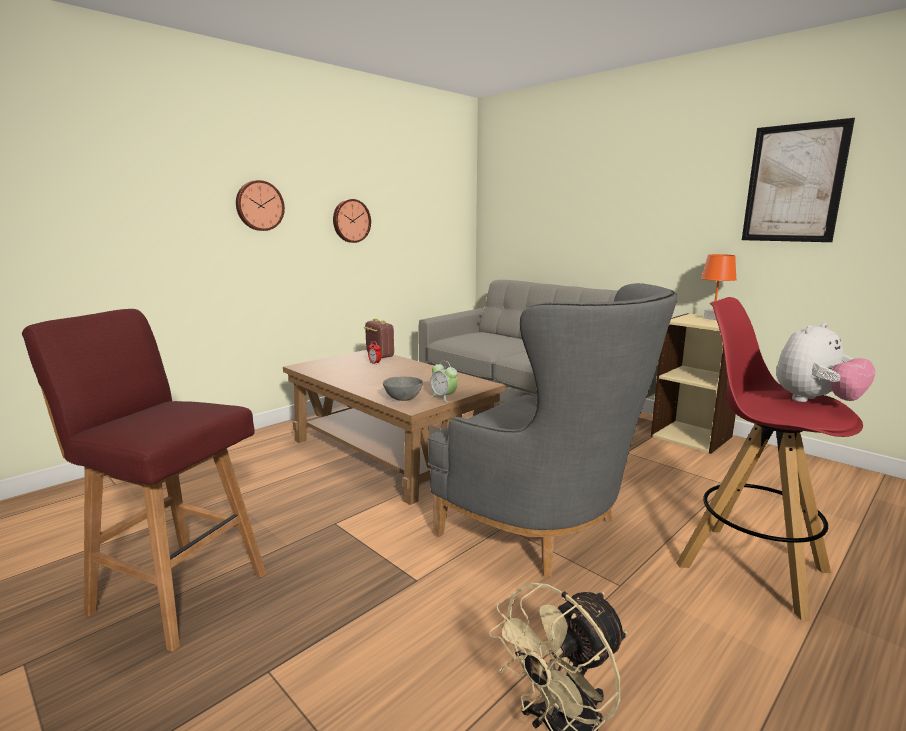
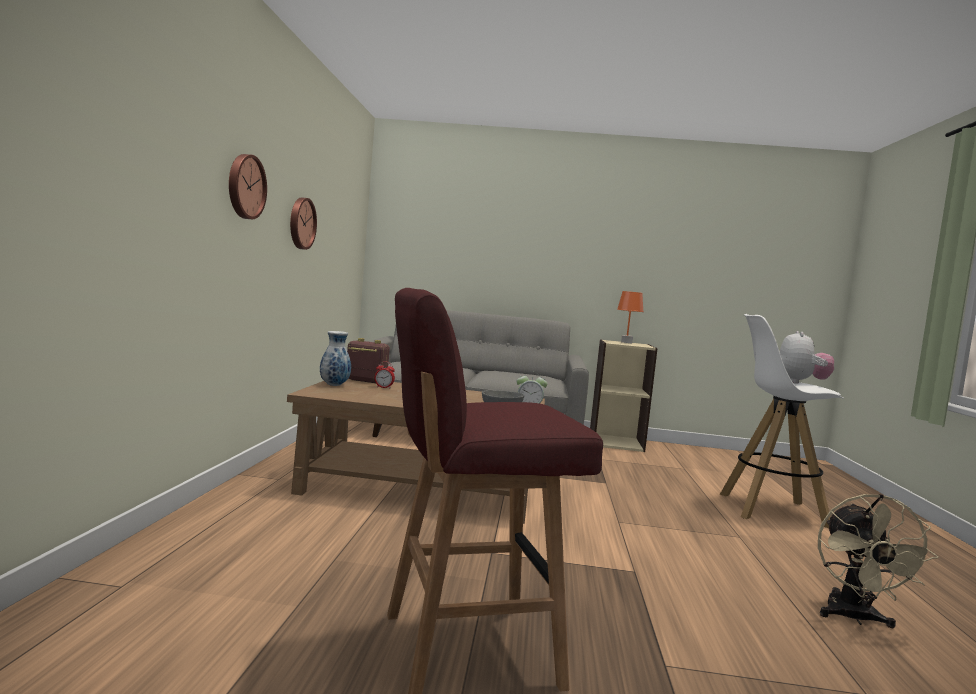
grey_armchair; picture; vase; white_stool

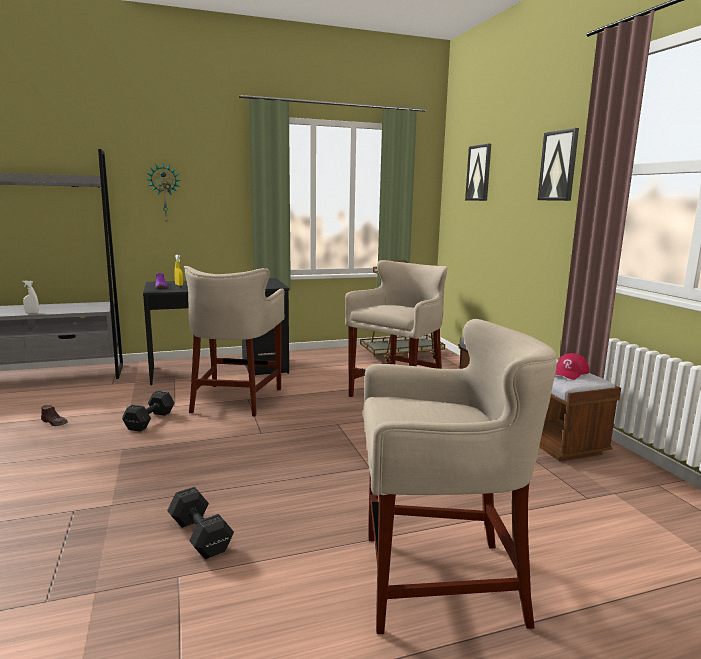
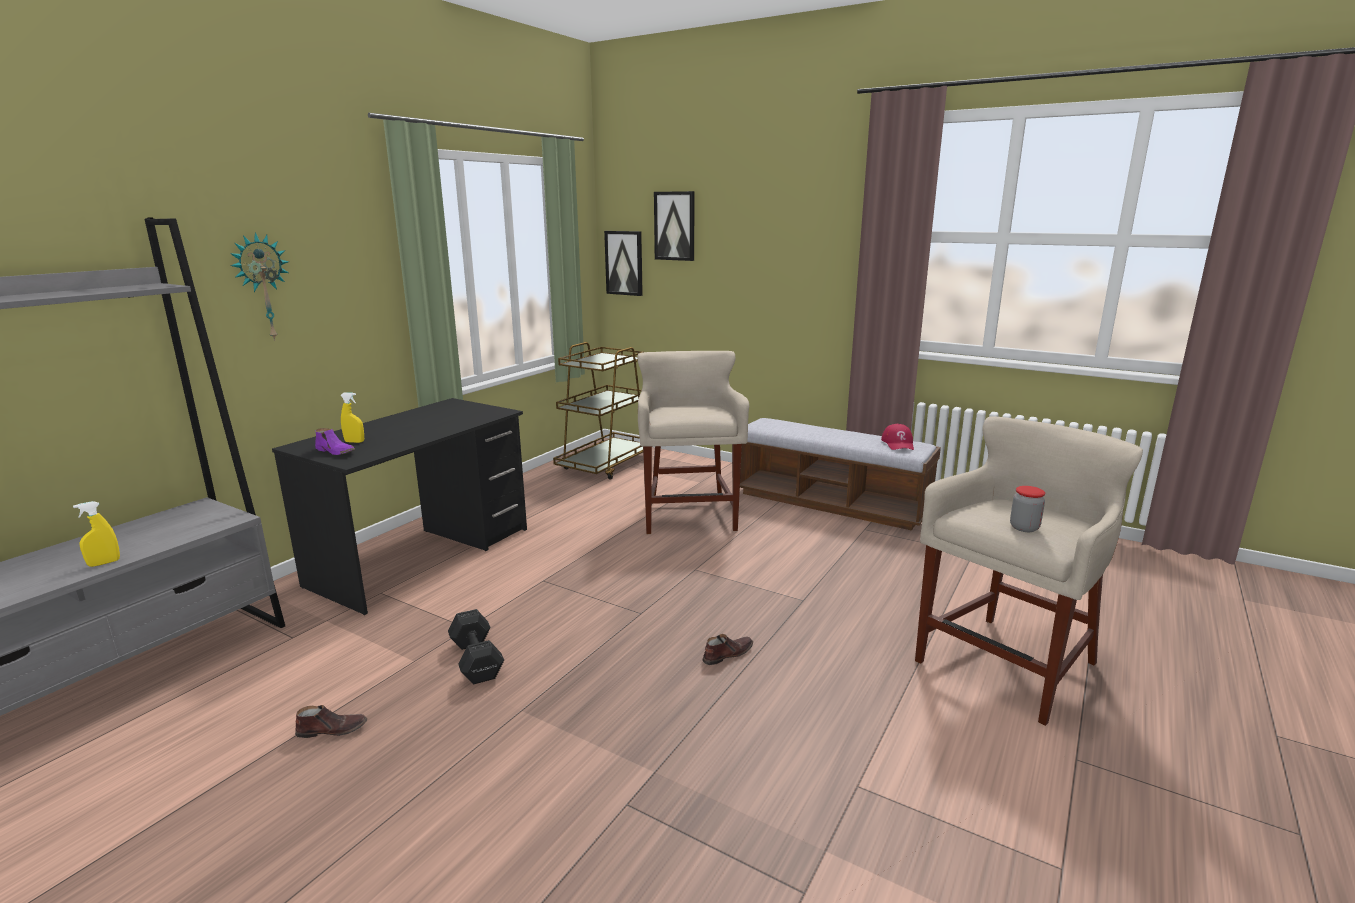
black_dumbbell (no. 2 from left in the first image); beige_stool (no. 1 from left in the first image); brown_shoe (no. 2 from left); jar; picture (no. 1 from left); yellow_spray_bottle (no. 1 from left)

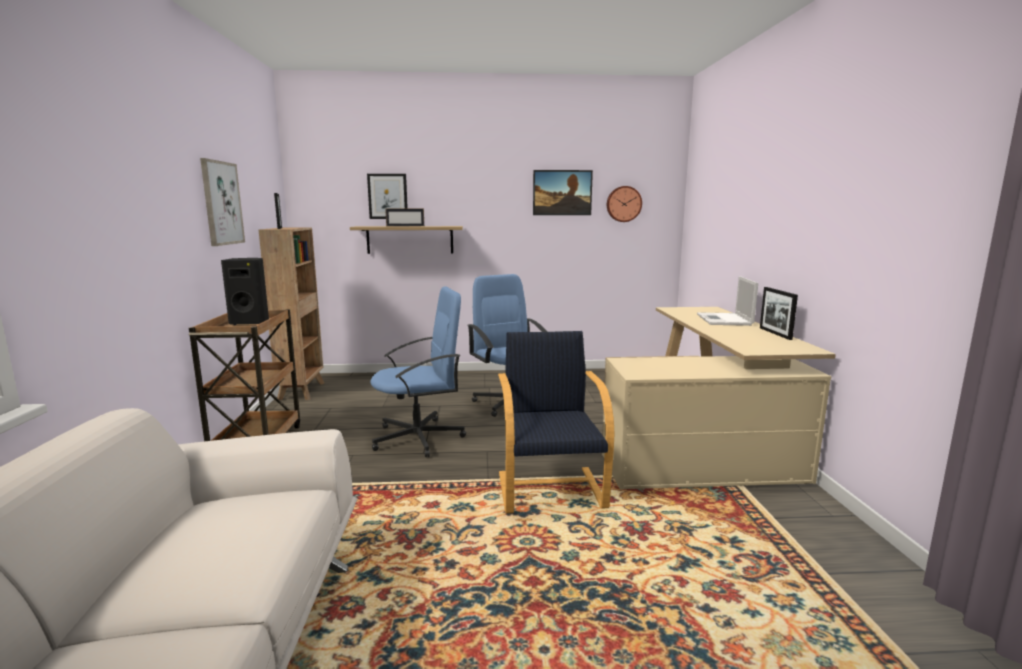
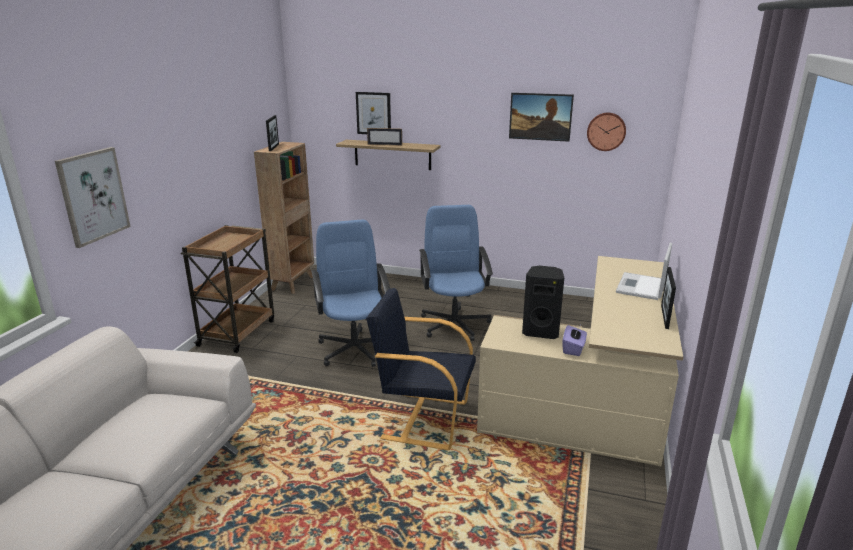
purple_tissue_box; picture (no. 1 from left); black_speaker; blue_office_chair (no. 1 from left); black_armchair

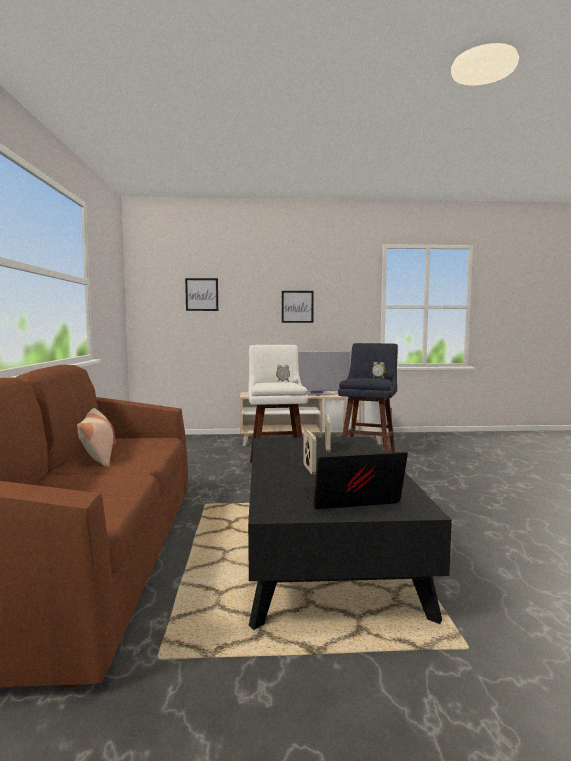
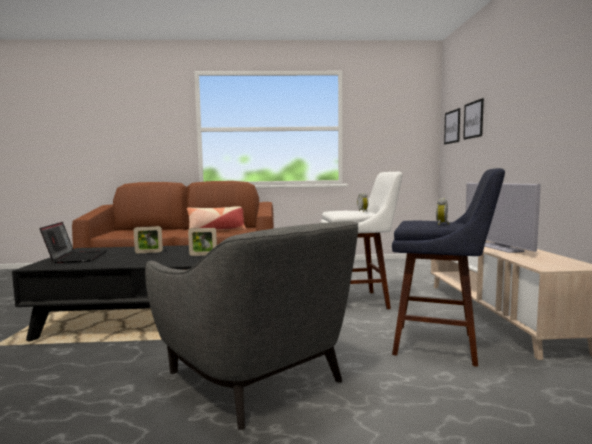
grey_armchair; picture (no. 1 from left)

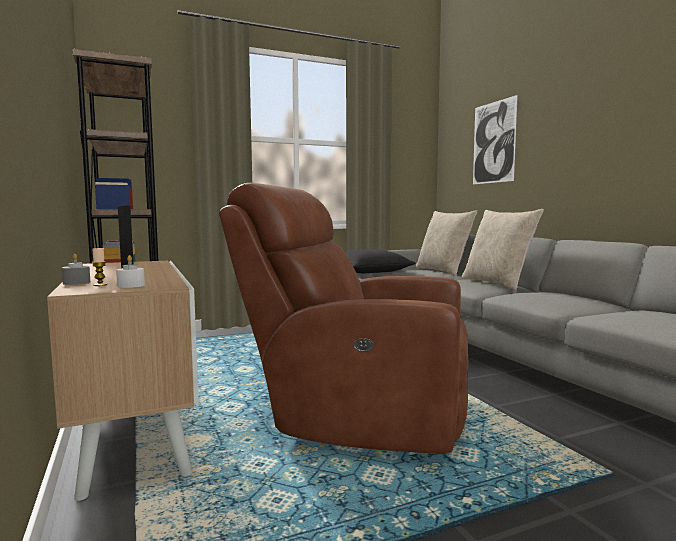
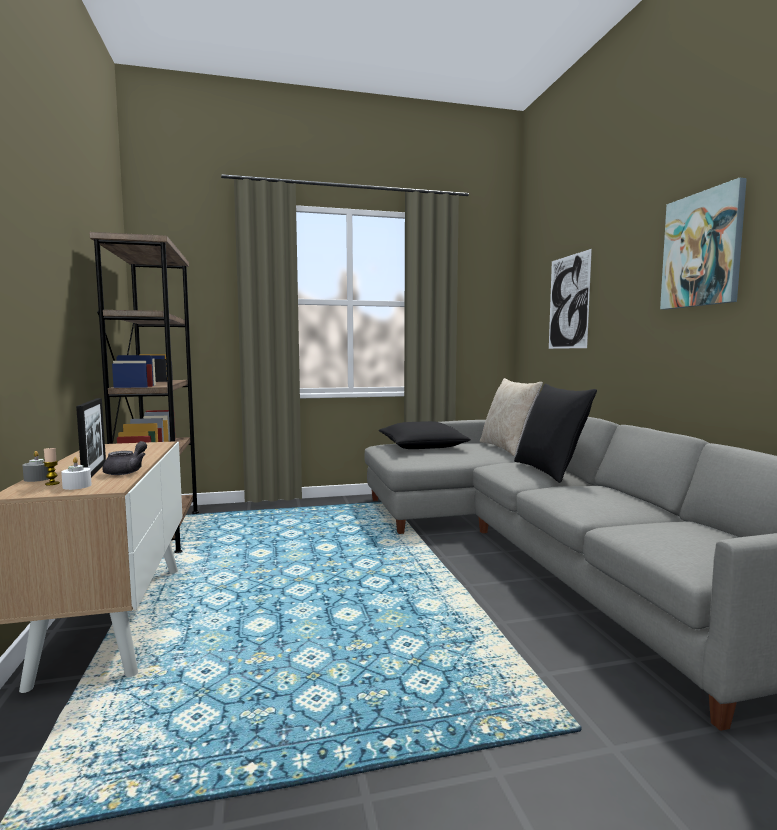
brown_armchair; grey_teapot; picture (no. 2 from left); black_pillow (no. 2 from left)

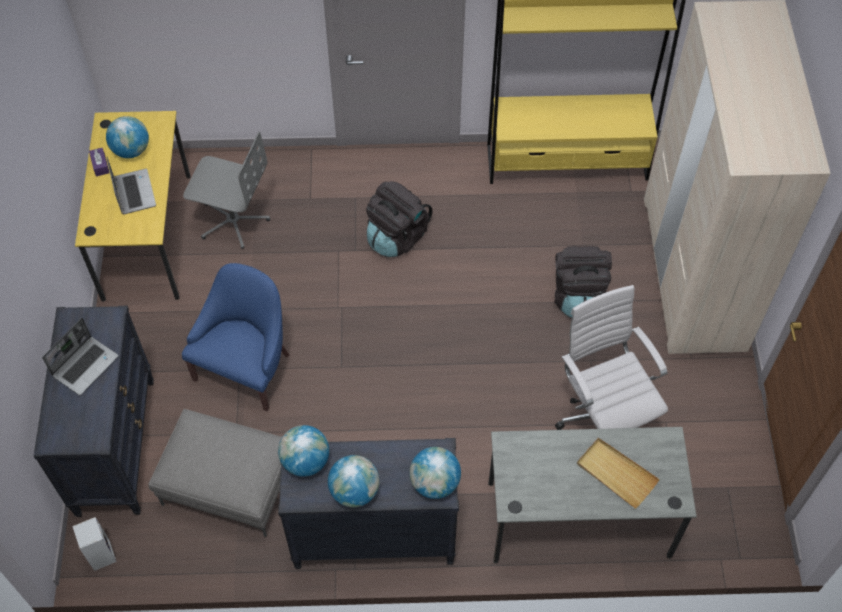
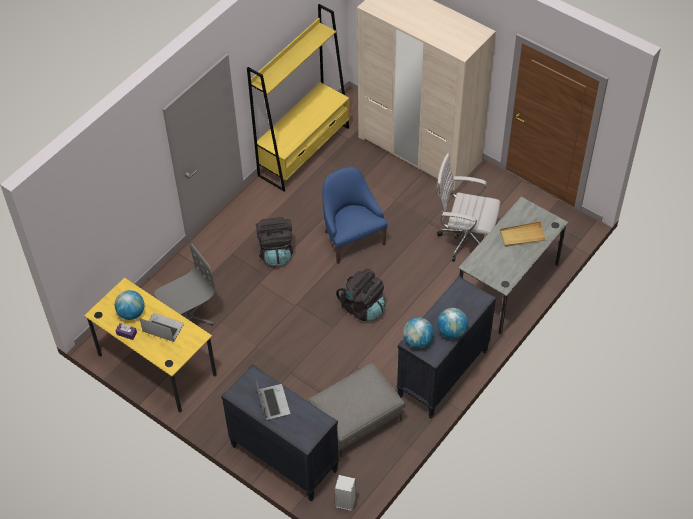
globe (no. 4 from left in the first image); blue_armchair; black_backpack (no. 2 from left)

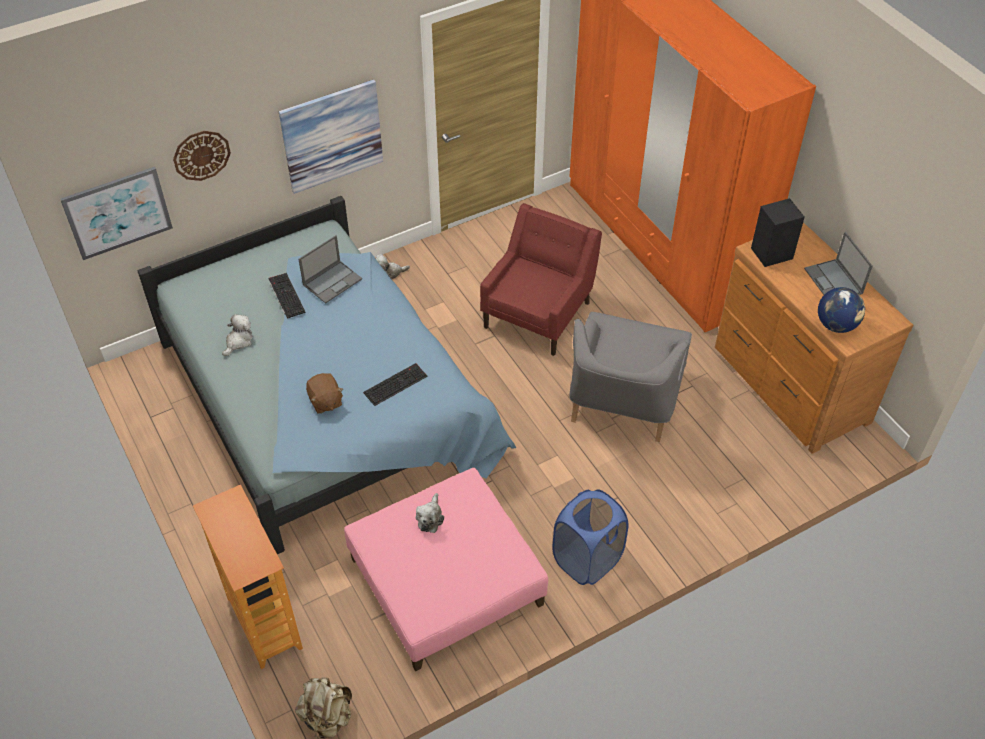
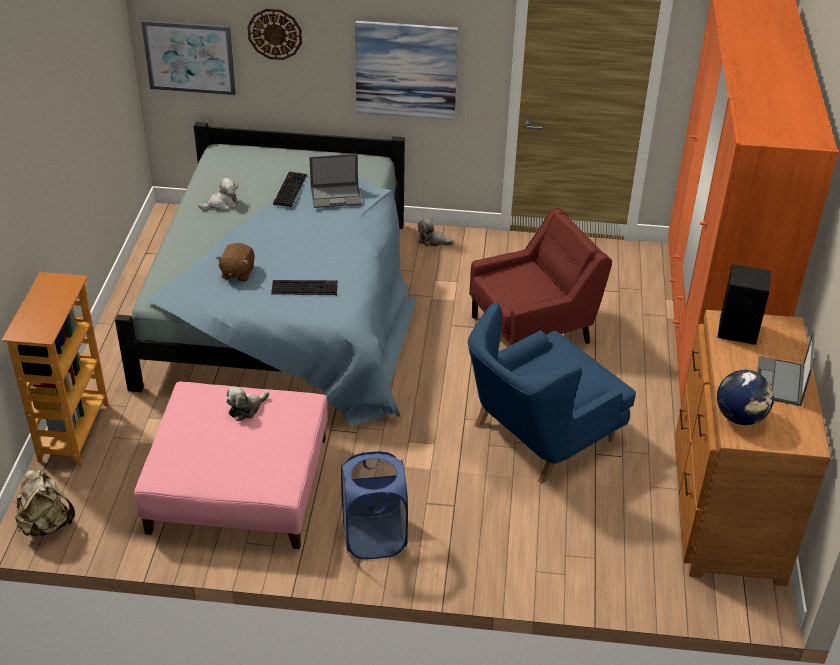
blue_armchair

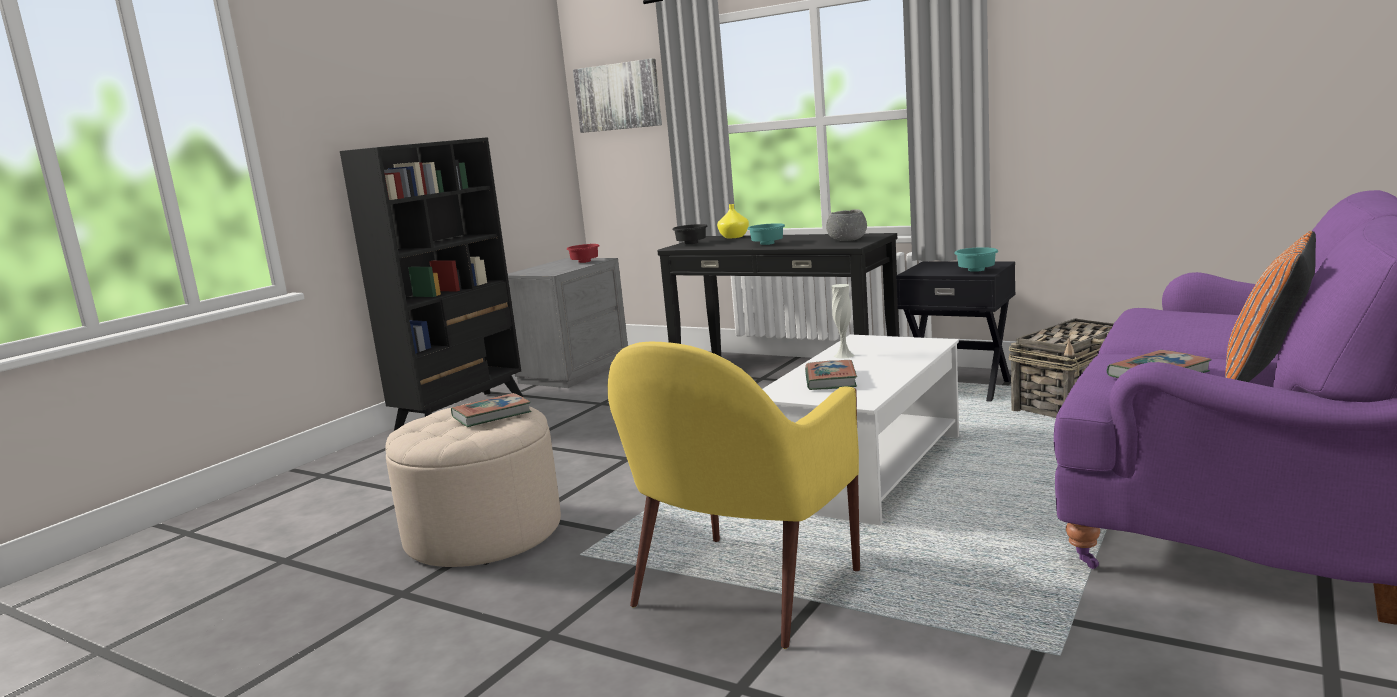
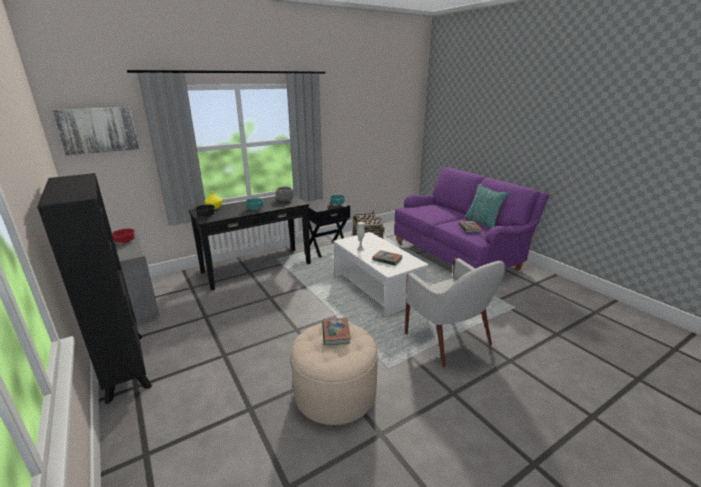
white_armchair; turquoise_pillow

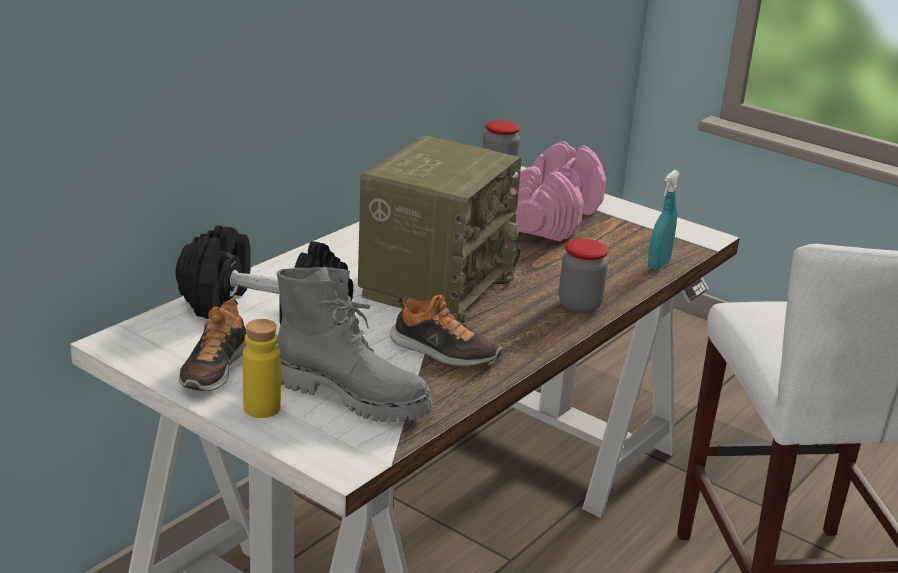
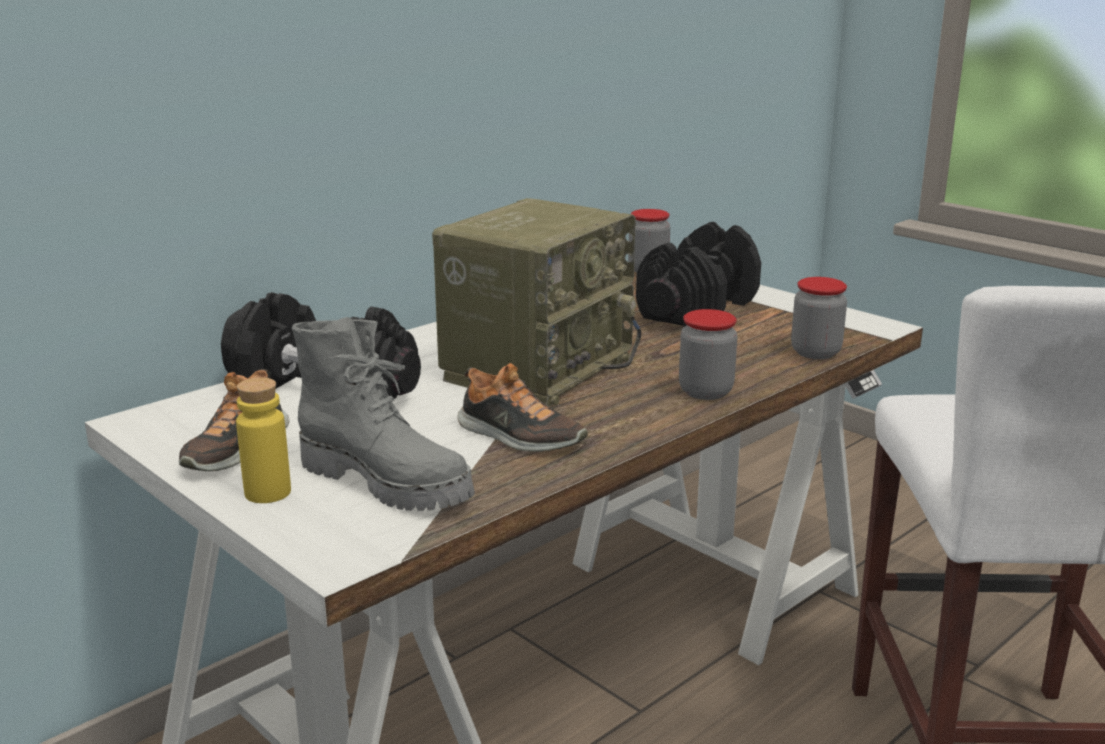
jar (no. 3 from left); black_dumbbell (no. 2 from left)

